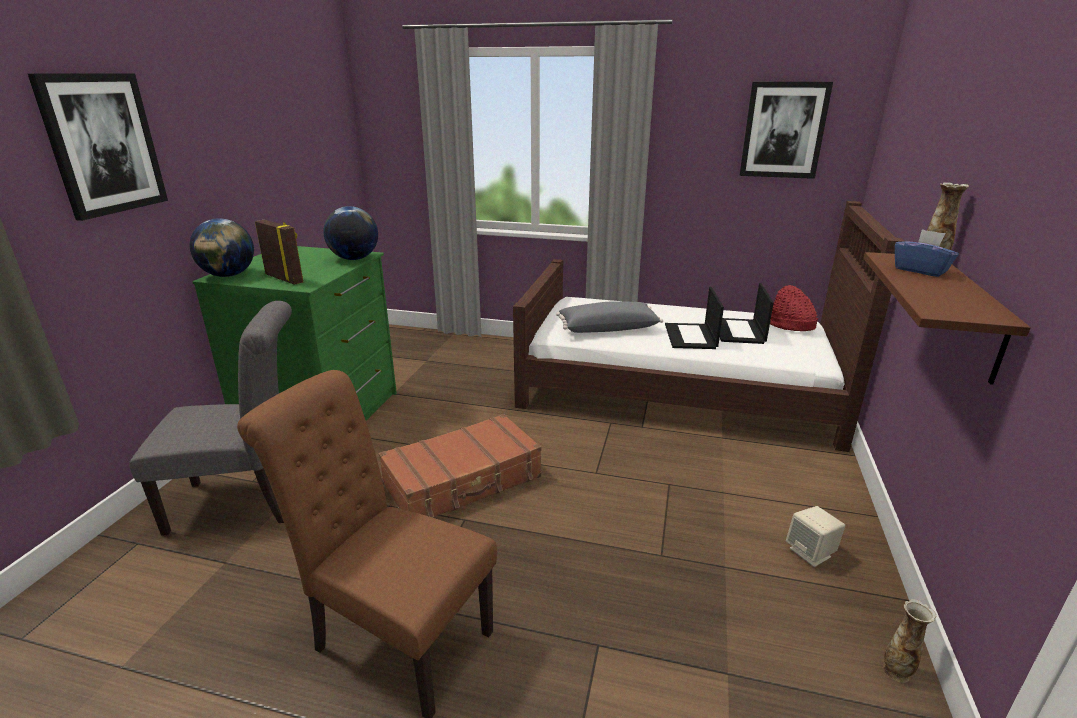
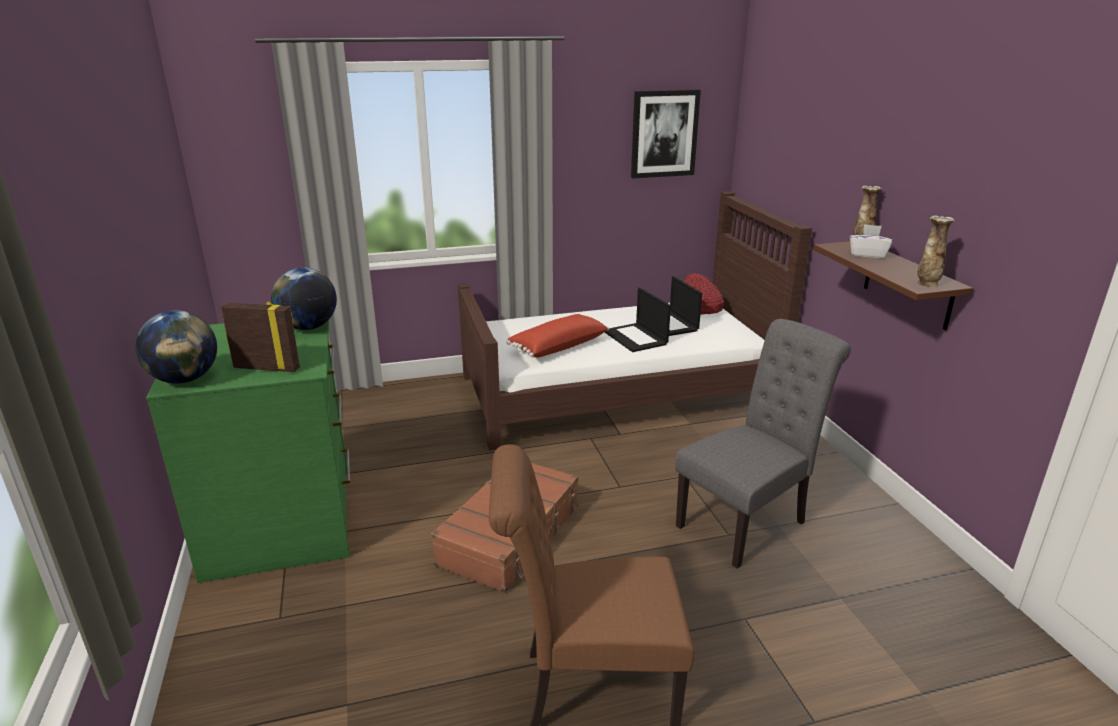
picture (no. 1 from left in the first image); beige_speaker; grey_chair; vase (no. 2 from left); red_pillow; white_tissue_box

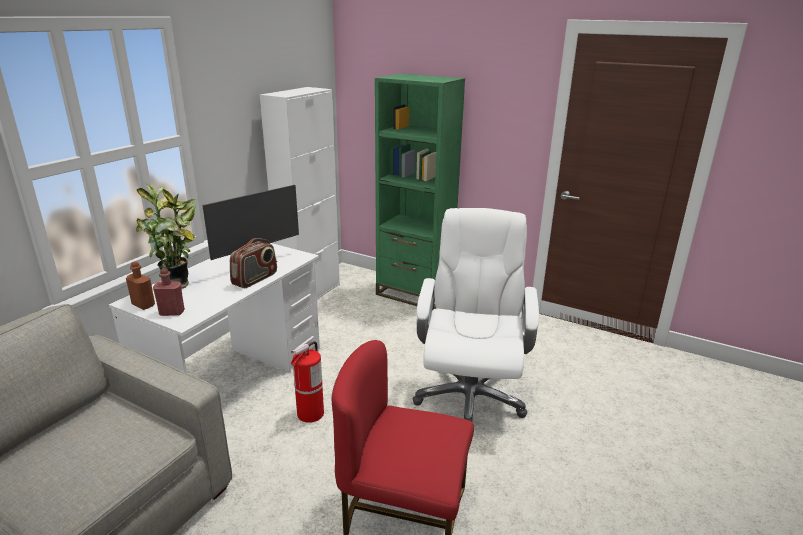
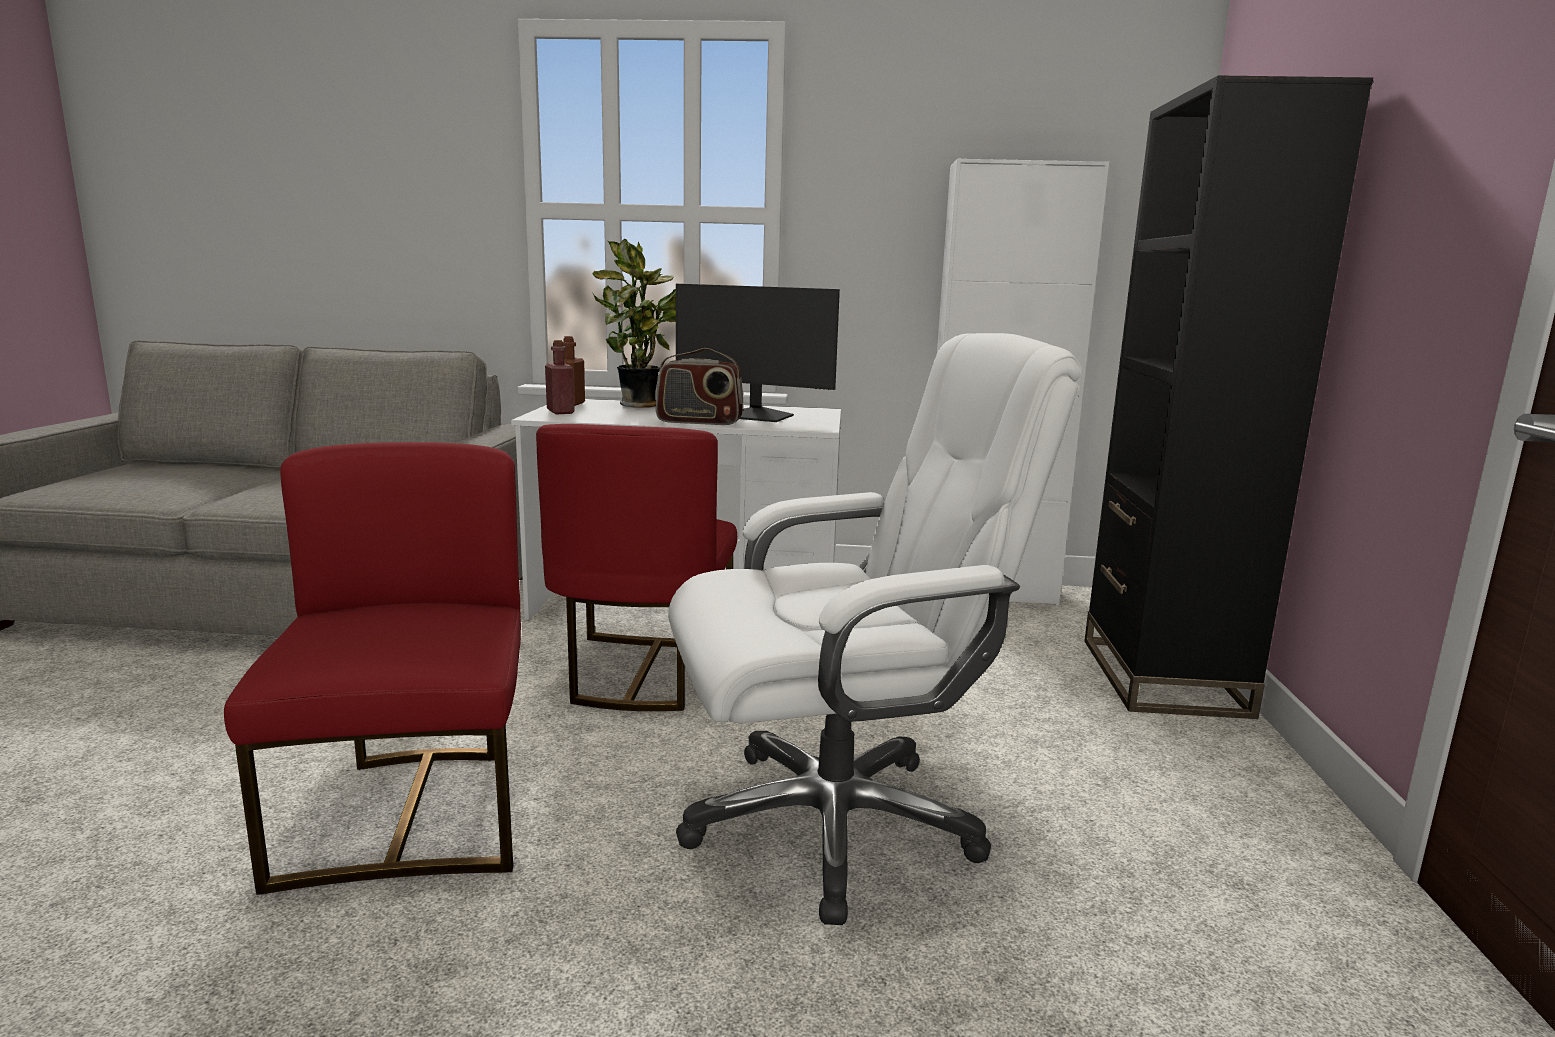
red_chair (no. 2 from left); black_bookcase

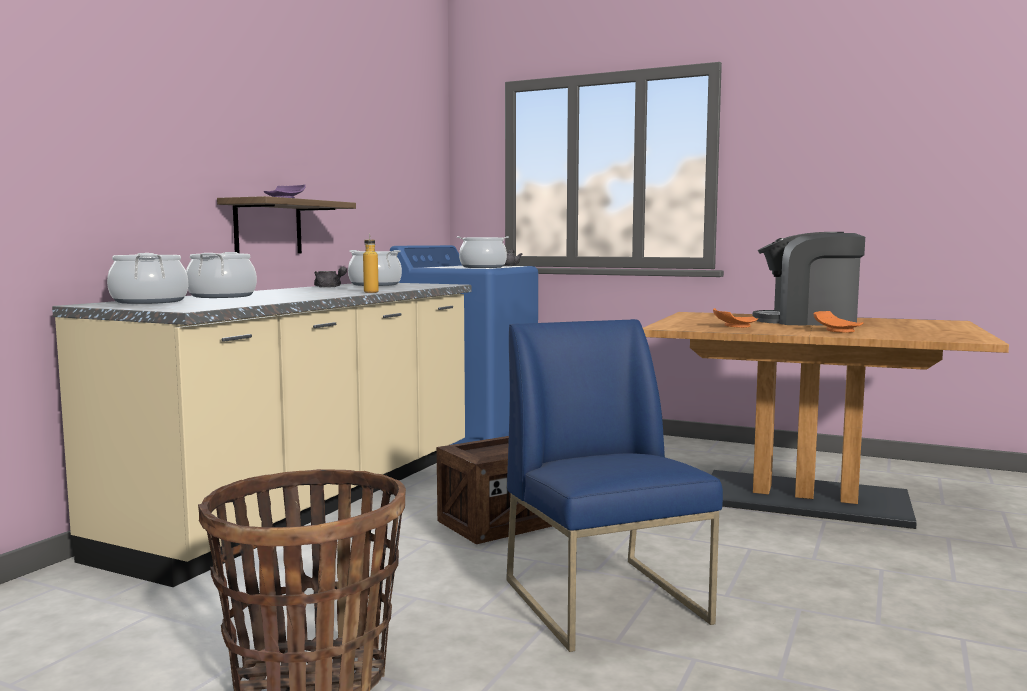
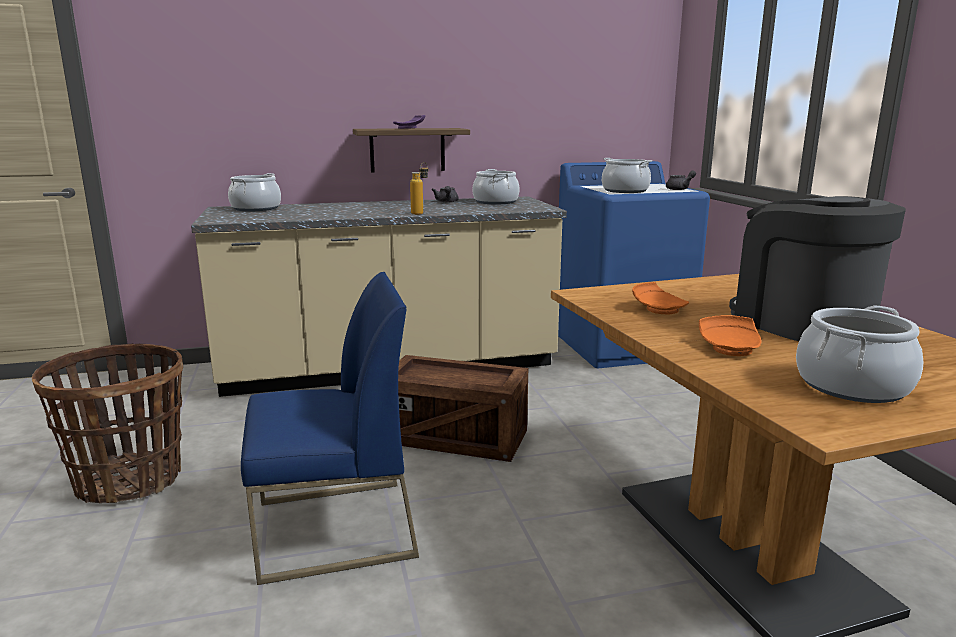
cooking_pot (no. 4 from left); blue_chair

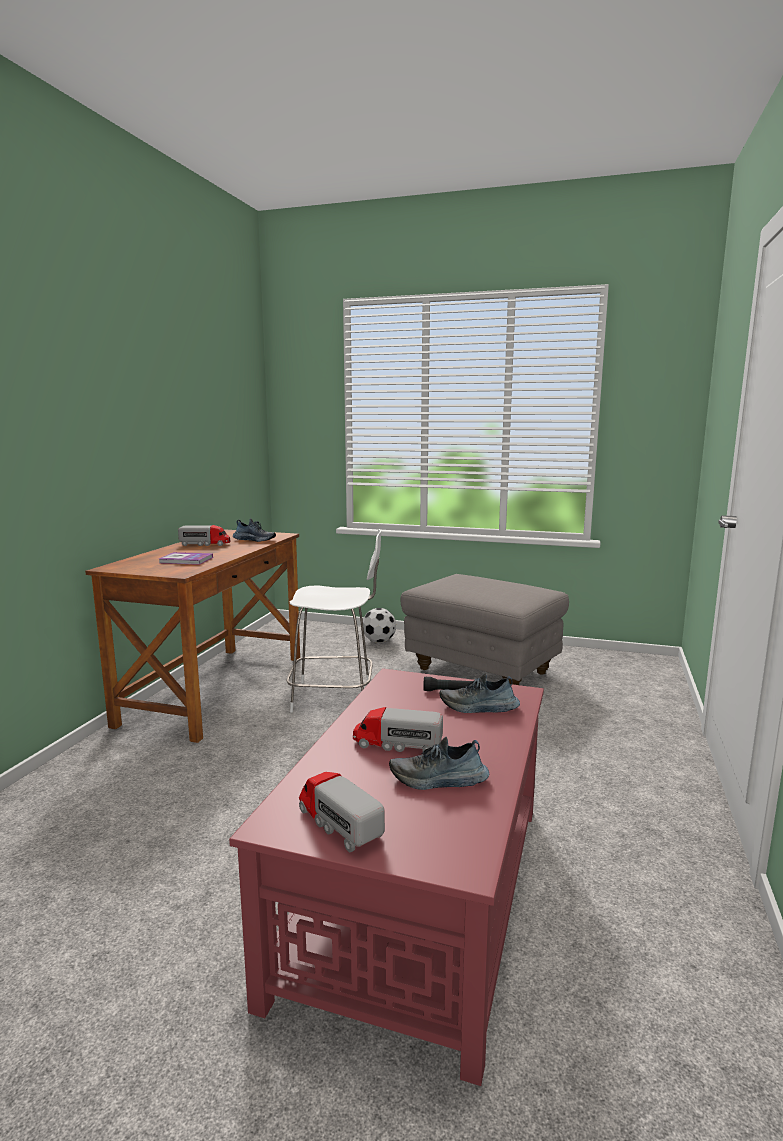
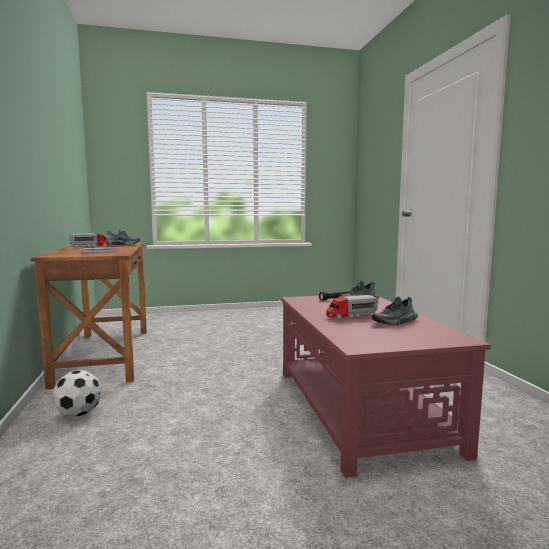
white_chair; toy_truck (no. 2 from left in the first image); grey_ottoman; football

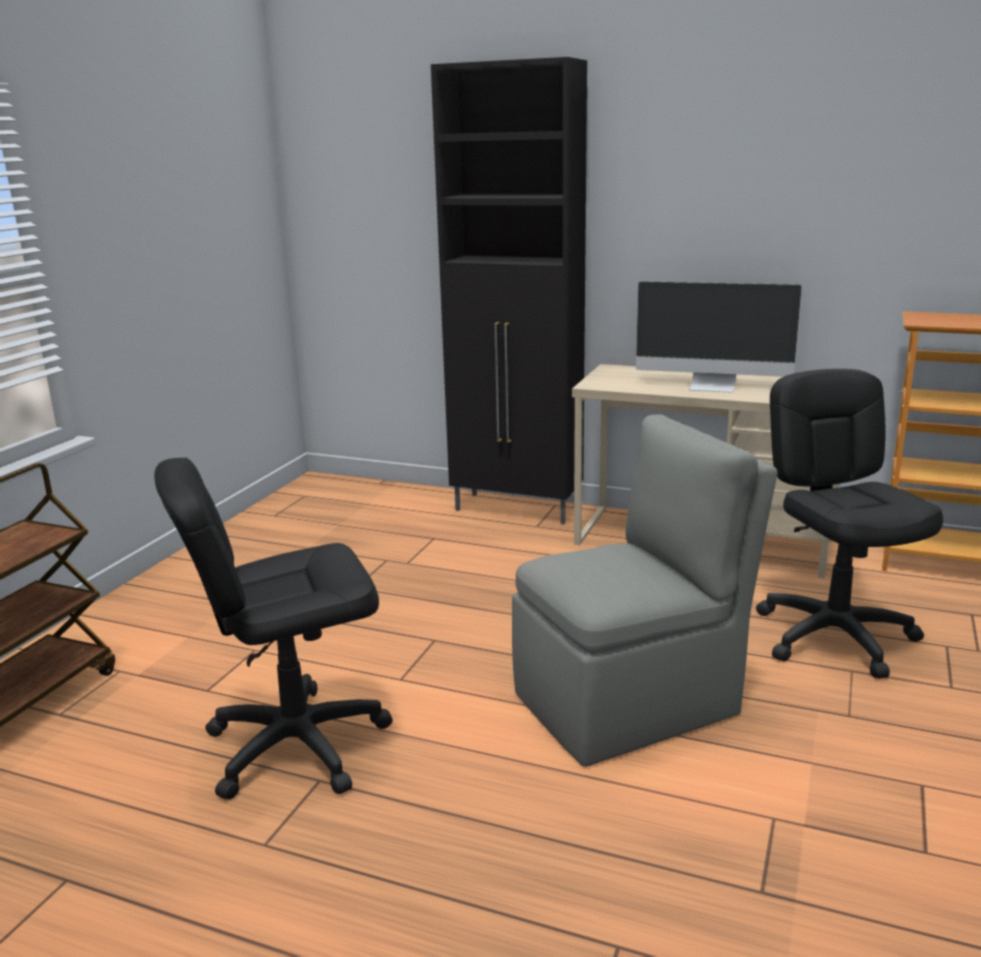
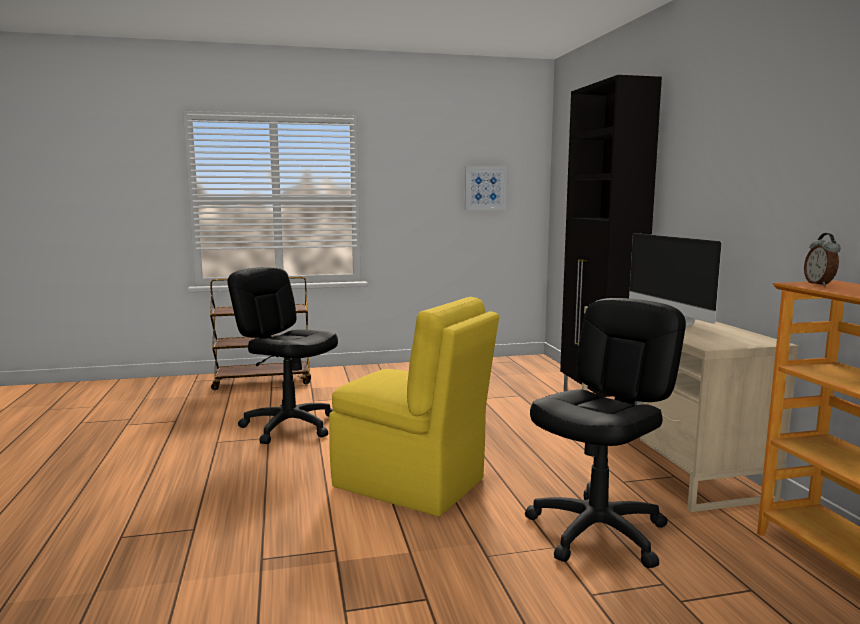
picture; alarm_clock; yellow_chair

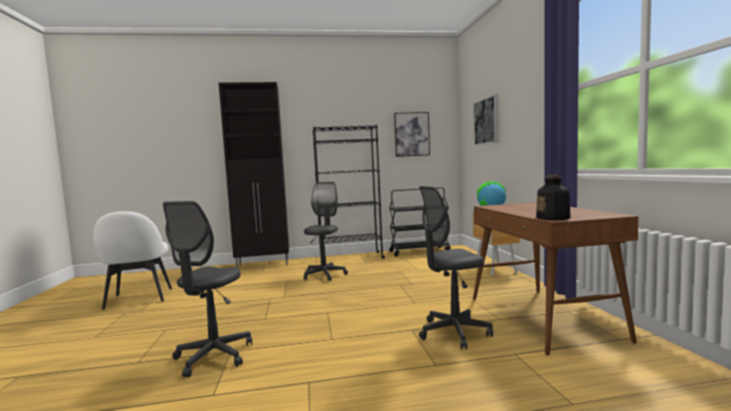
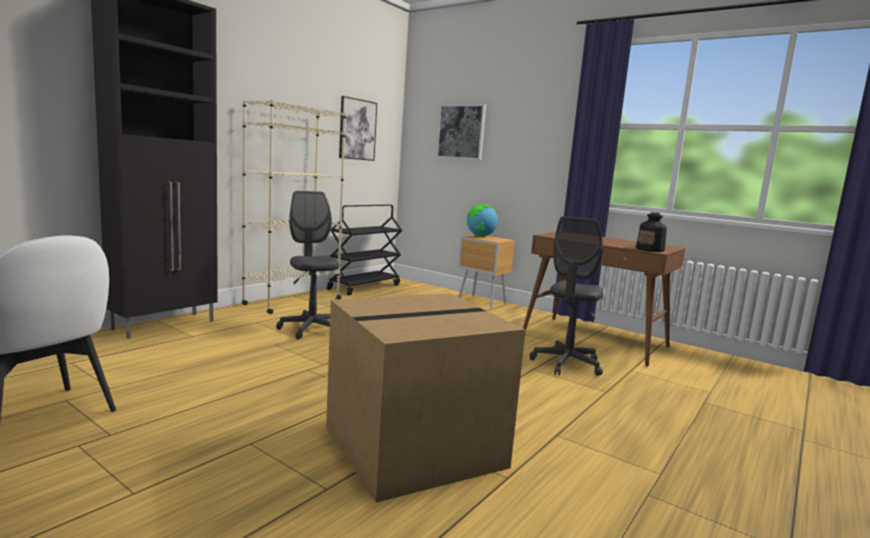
cardboard_box; beige_bookcase

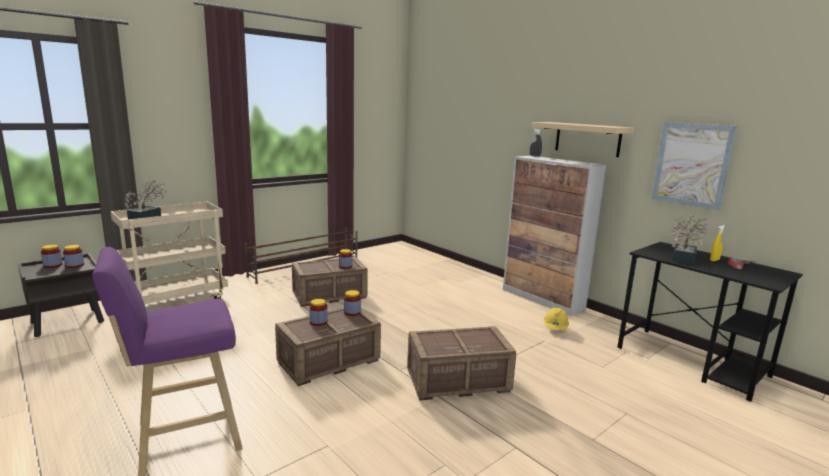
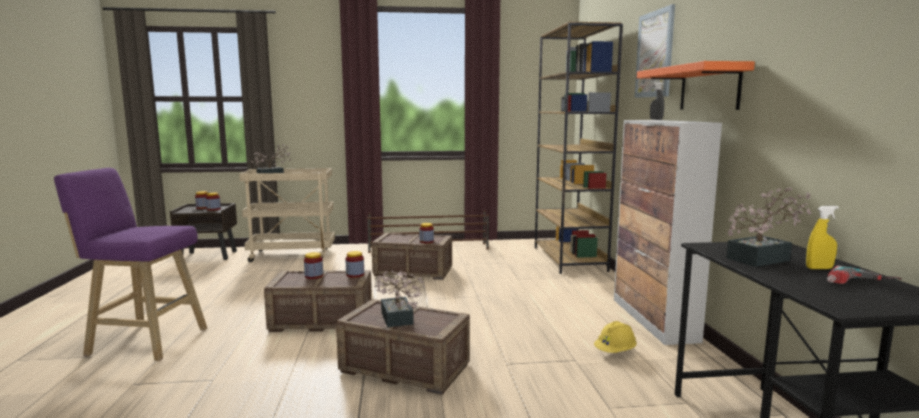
potted_plant (no. 2 from left); brown_bookcase; picture; orange_shelf

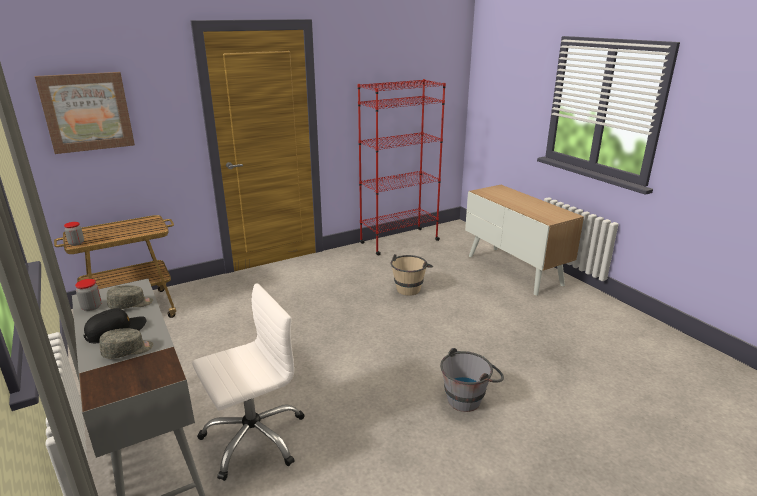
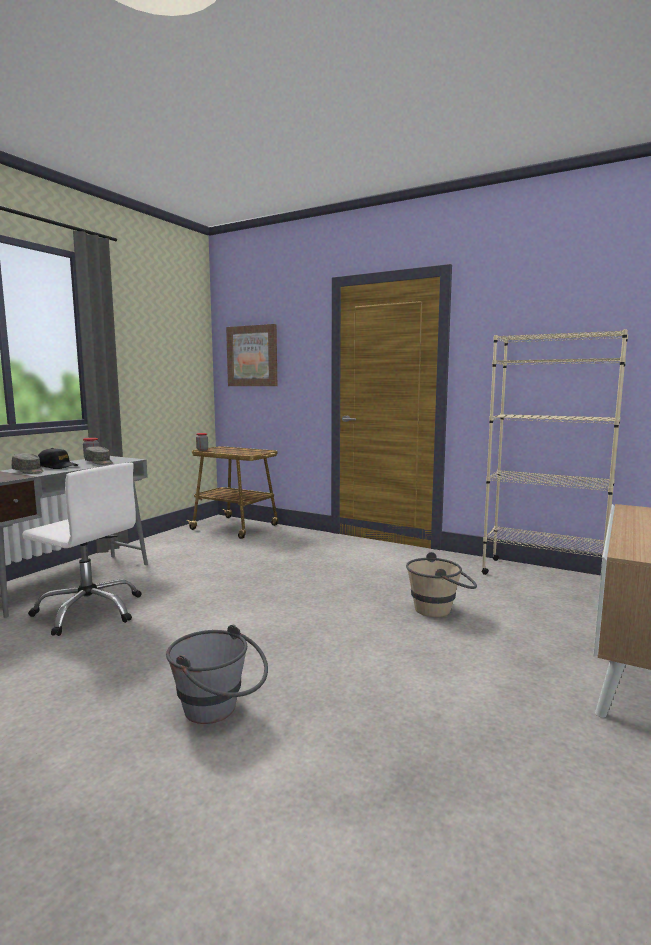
beige_bookcase

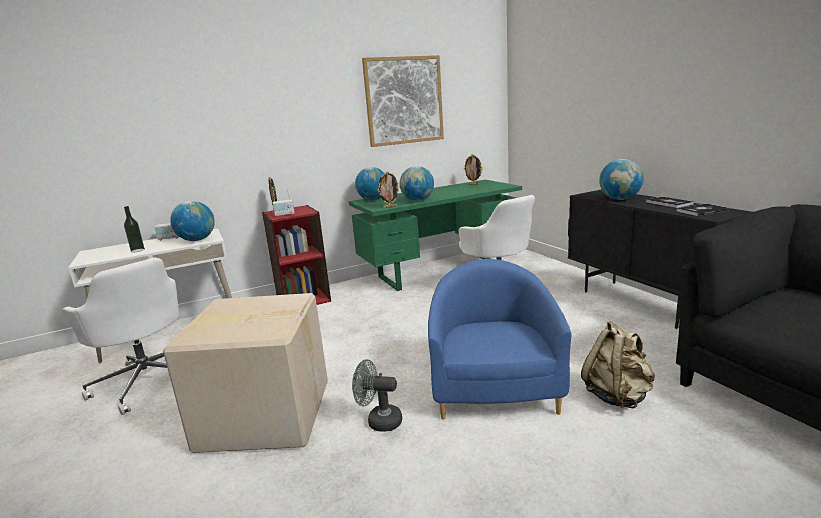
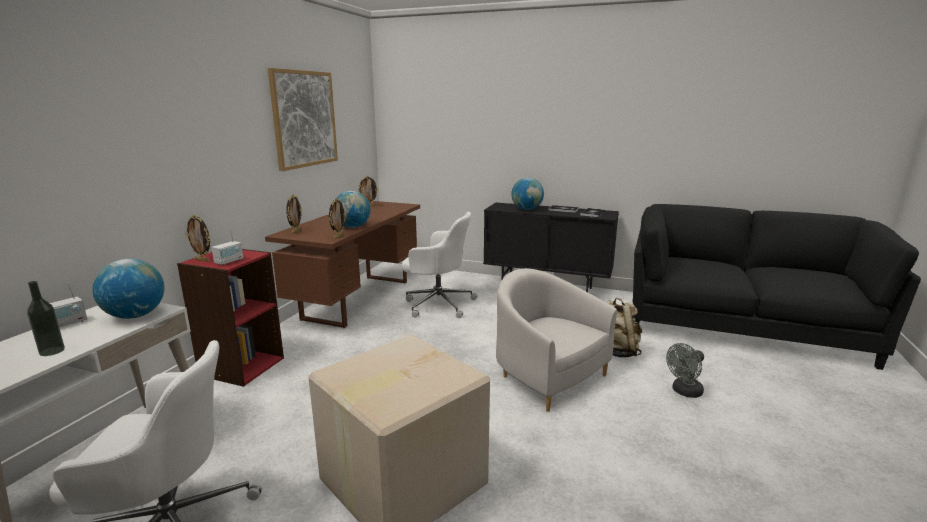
grey_fan; picture_frame (no. 2 from left); brown_desk; white_armchair

